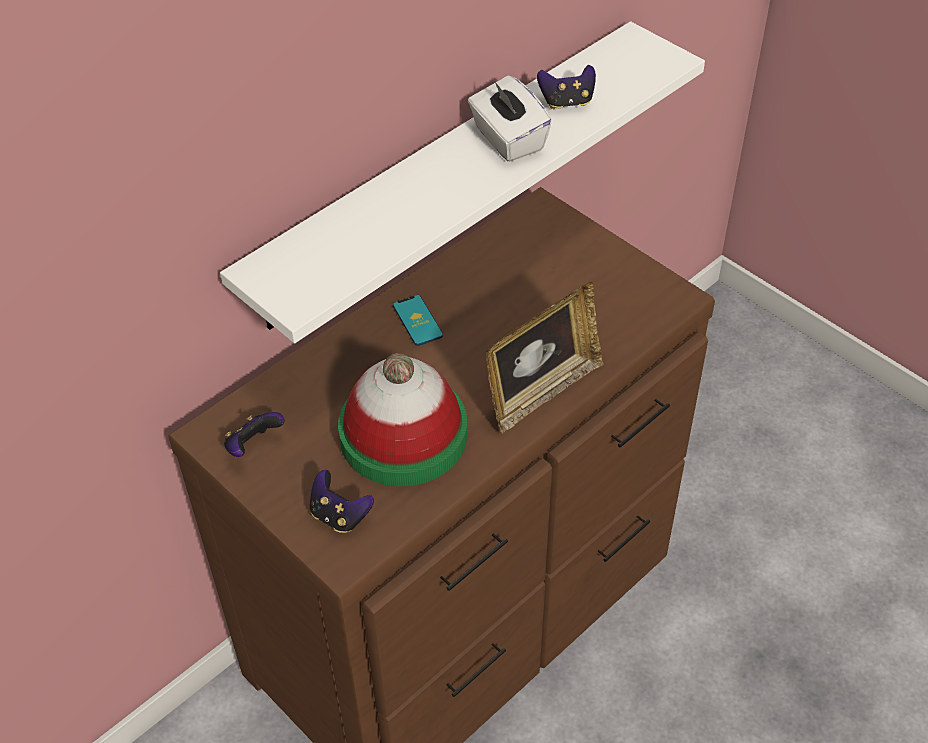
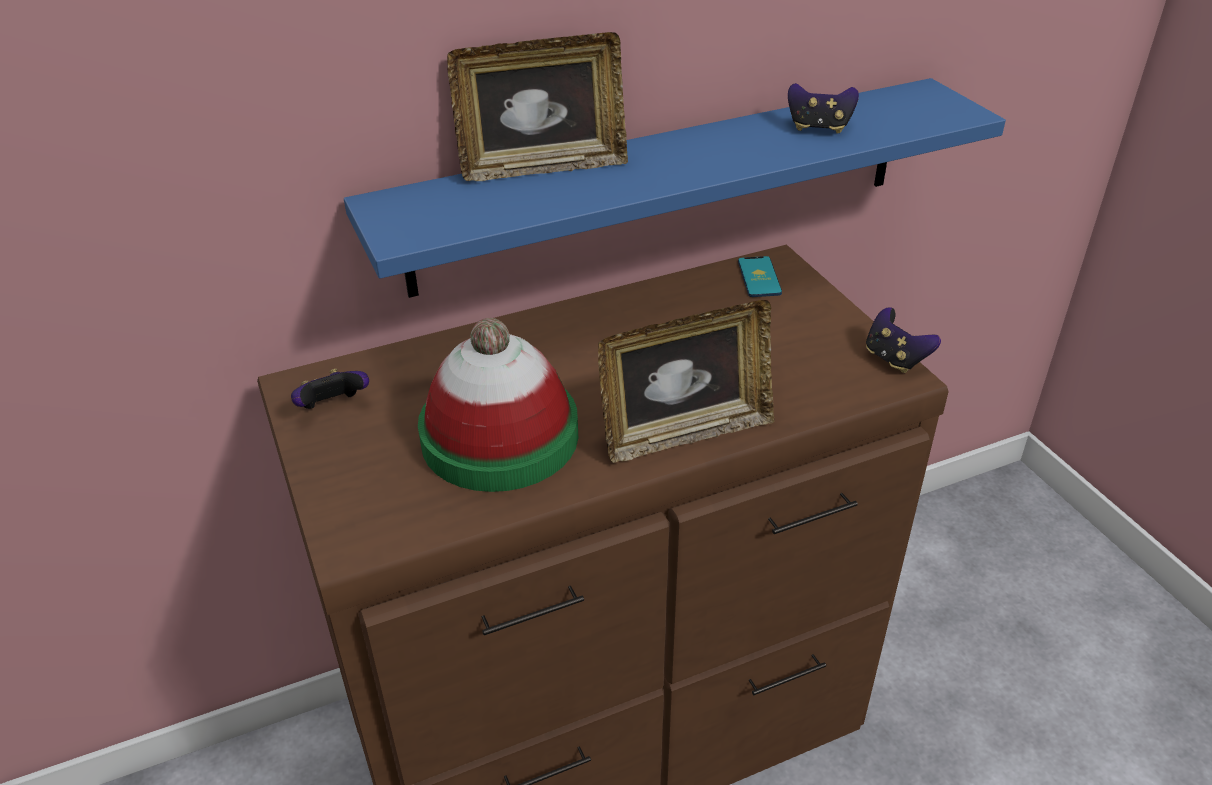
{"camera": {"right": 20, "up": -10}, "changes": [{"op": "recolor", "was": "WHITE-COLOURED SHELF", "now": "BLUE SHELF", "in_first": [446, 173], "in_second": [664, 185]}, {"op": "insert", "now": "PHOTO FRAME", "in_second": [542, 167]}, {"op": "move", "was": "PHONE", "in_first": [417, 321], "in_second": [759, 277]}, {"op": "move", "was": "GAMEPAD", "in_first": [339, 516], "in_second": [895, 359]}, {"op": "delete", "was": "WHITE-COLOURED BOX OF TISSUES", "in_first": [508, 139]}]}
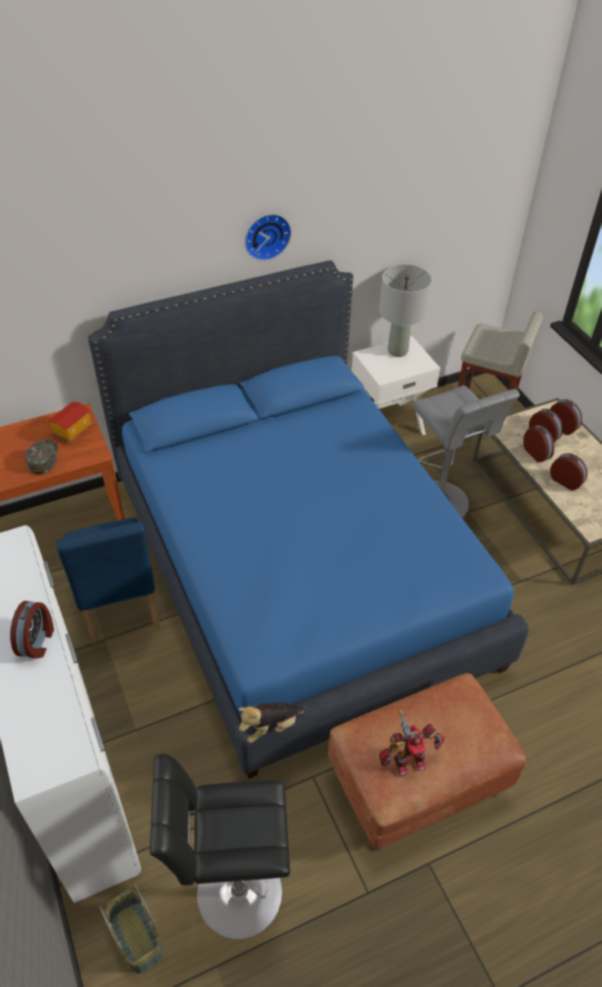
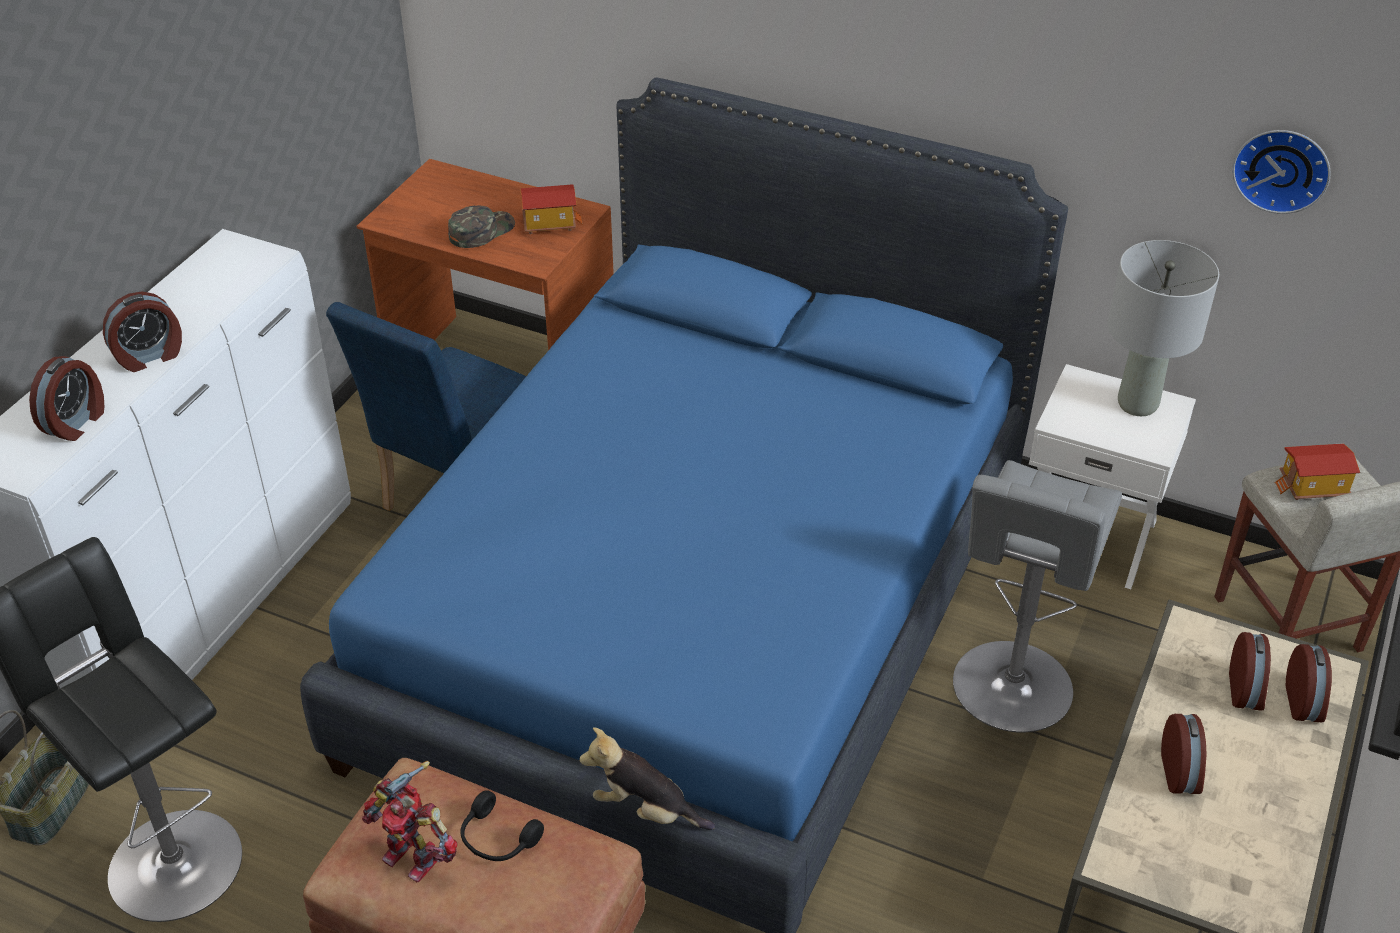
{"camera": {"right": 50, "up": -5}, "changes": [{"op": "move", "was": "TABLE CLOCK", "in_first": [536, 453], "in_second": [76, 422]}, {"op": "insert", "now": "BLACK HEADPHONES", "in_second": [497, 839]}, {"op": "move", "was": "CUDDLY TOY", "in_first": [271, 726], "in_second": [646, 809]}, {"op": "move", "was": "WALL CLOCK", "in_first": [266, 235], "in_second": [1282, 168]}, {"op": "insert", "now": "MINIATURE HOUSE", "in_second": [1313, 488]}]}
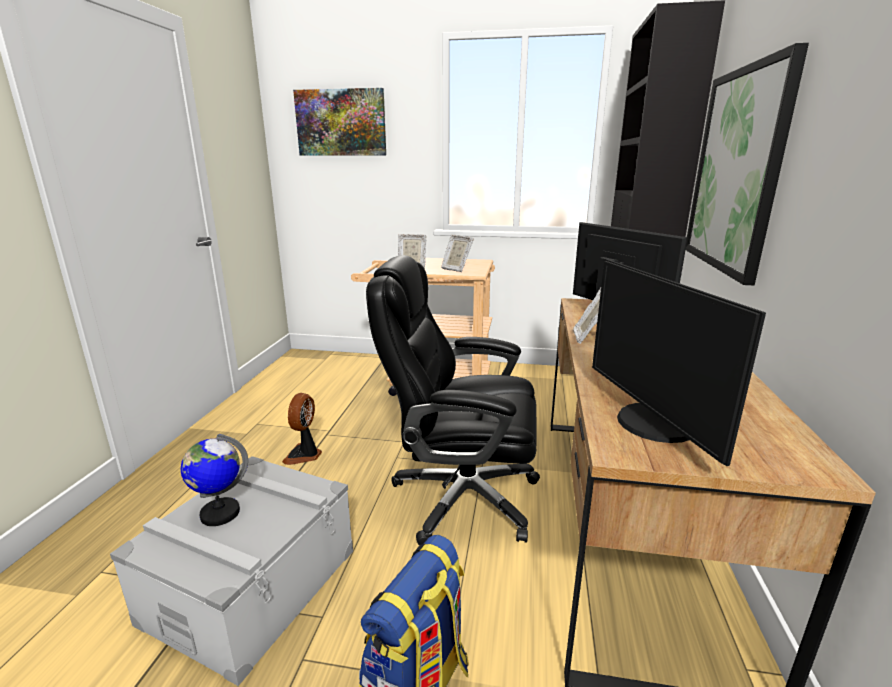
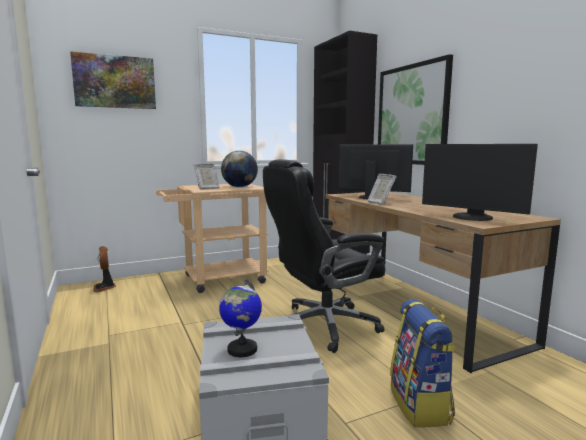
{"camera": {"right": -35, "up": -10}, "changes": [{"op": "move", "was": "FAN", "in_first": [304, 455], "in_second": [104, 287]}, {"op": "replace", "was": "PHOTO FRAME", "now": "WORLD GLOBE", "in_first": [456, 269], "in_second": [240, 187]}]}
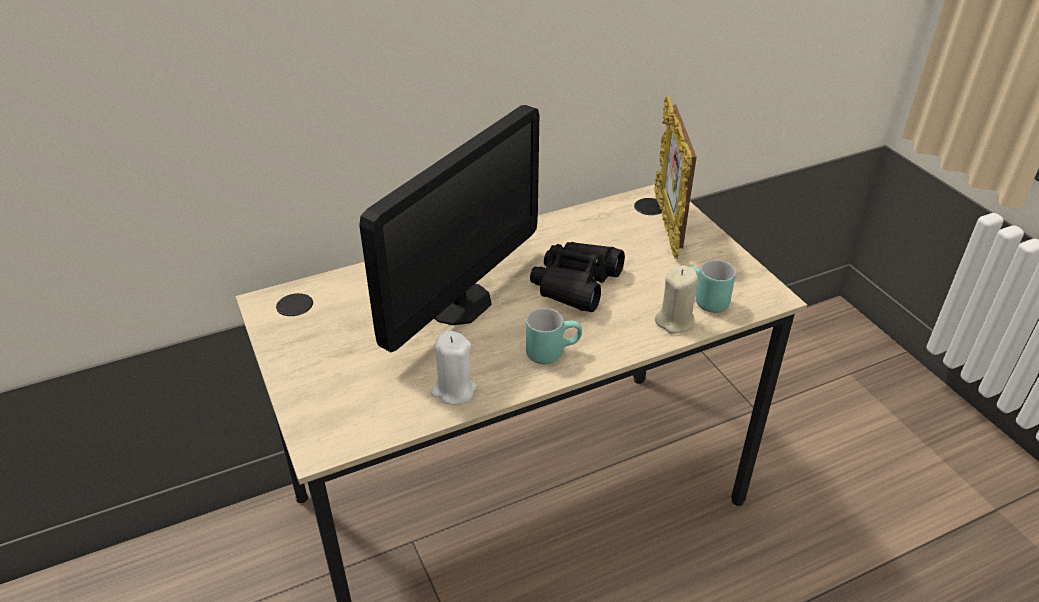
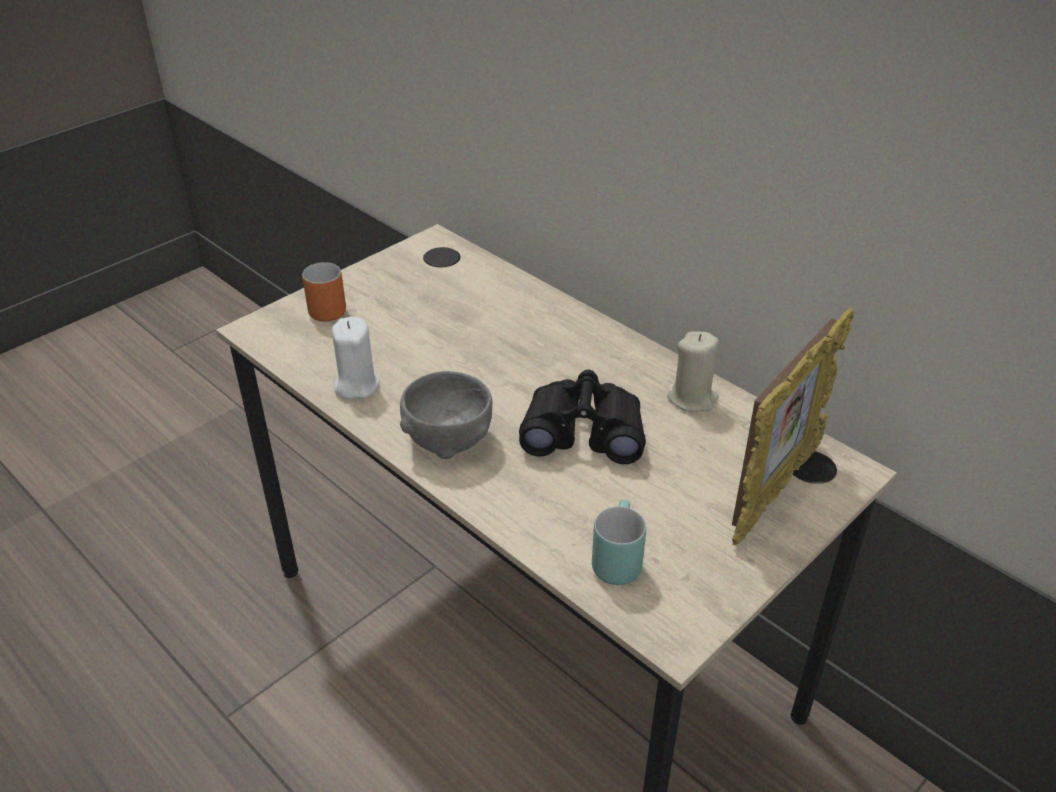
{"camera": {"right": 70, "up": 0}, "changes": [{"op": "insert", "now": "ORANGEY TEA MUG", "in_second": [324, 308]}, {"op": "replace", "was": "TURQUOISE-COLOURED TEA MUG", "now": "GRAY DEEP DISH", "in_first": [552, 351], "in_second": [448, 439]}, {"op": "move", "was": "BEIGE WAX LIGHT", "in_first": [675, 321], "in_second": [692, 398]}, {"op": "rotate", "was": "PHOTO FRAME", "in_first": [667, 225], "in_second": [774, 492], "clockwise": 150}, {"op": "delete", "was": "COMPUTER SCREEN", "in_first": [459, 303]}]}
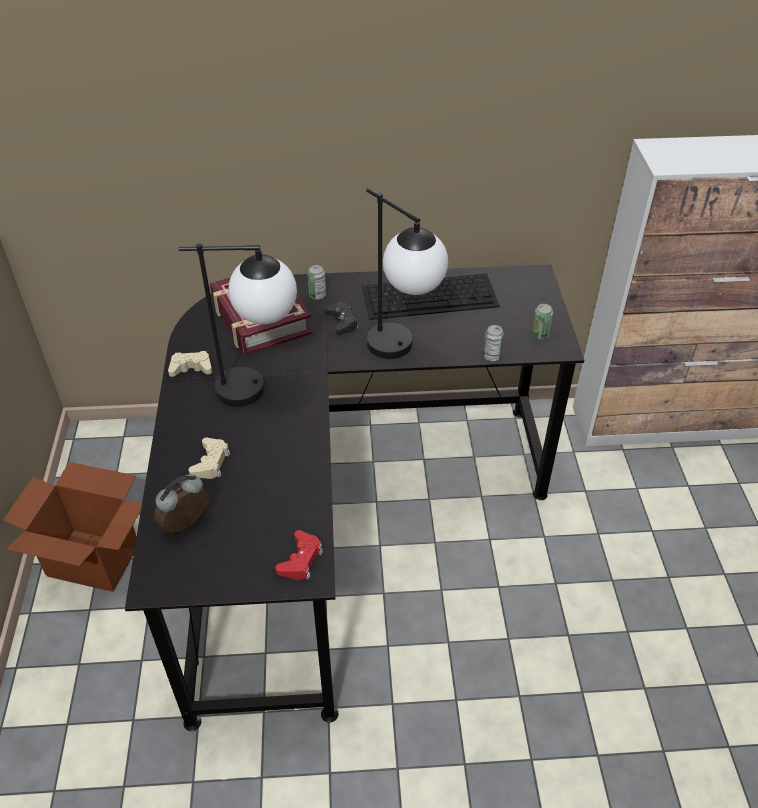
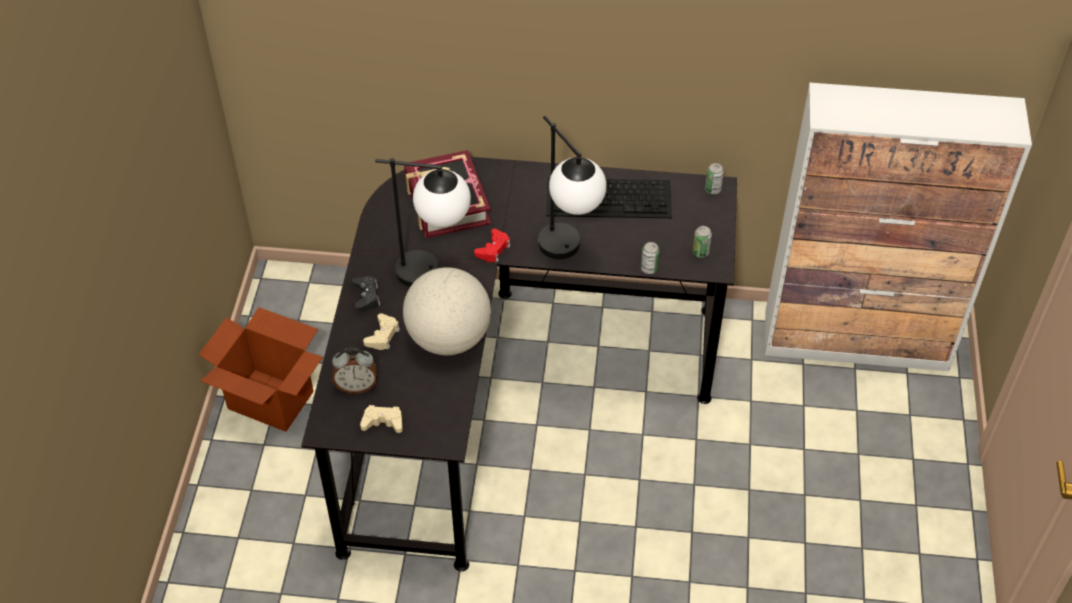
{"camera": {"right": 10, "up": 5}, "changes": [{"op": "rotate", "was": "TABLE CLOCK", "in_first": [187, 525], "in_second": [356, 386], "clockwise": -150}, {"op": "move", "was": "BLACK GAMEPAD", "in_first": [342, 322], "in_second": [366, 296]}, {"op": "move", "was": "BEIGE GAMEPAD", "in_first": [191, 368], "in_second": [383, 422]}, {"op": "insert", "now": "WORLD GLOBE", "in_second": [449, 339]}, {"op": "move", "was": "REDDISH GAMEPAD", "in_first": [301, 560], "in_second": [493, 249]}, {"op": "move", "was": "METAL CAN", "in_first": [317, 295], "in_second": [713, 189]}]}
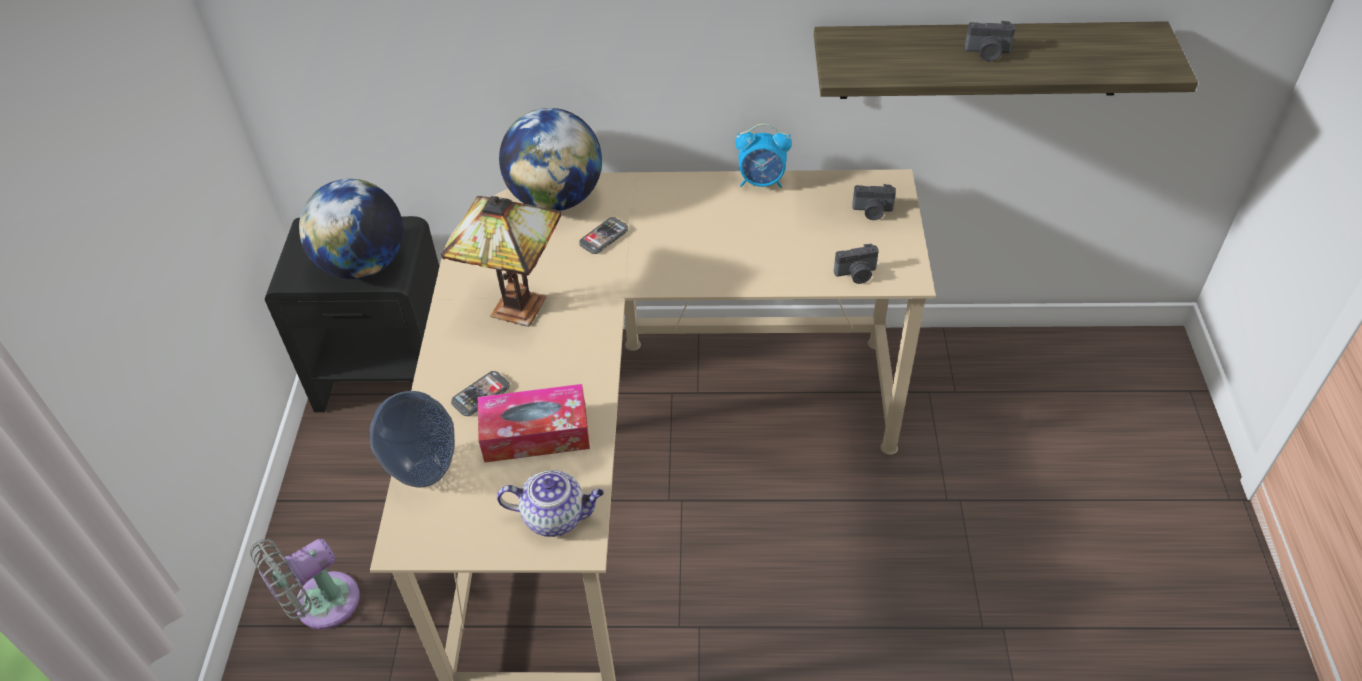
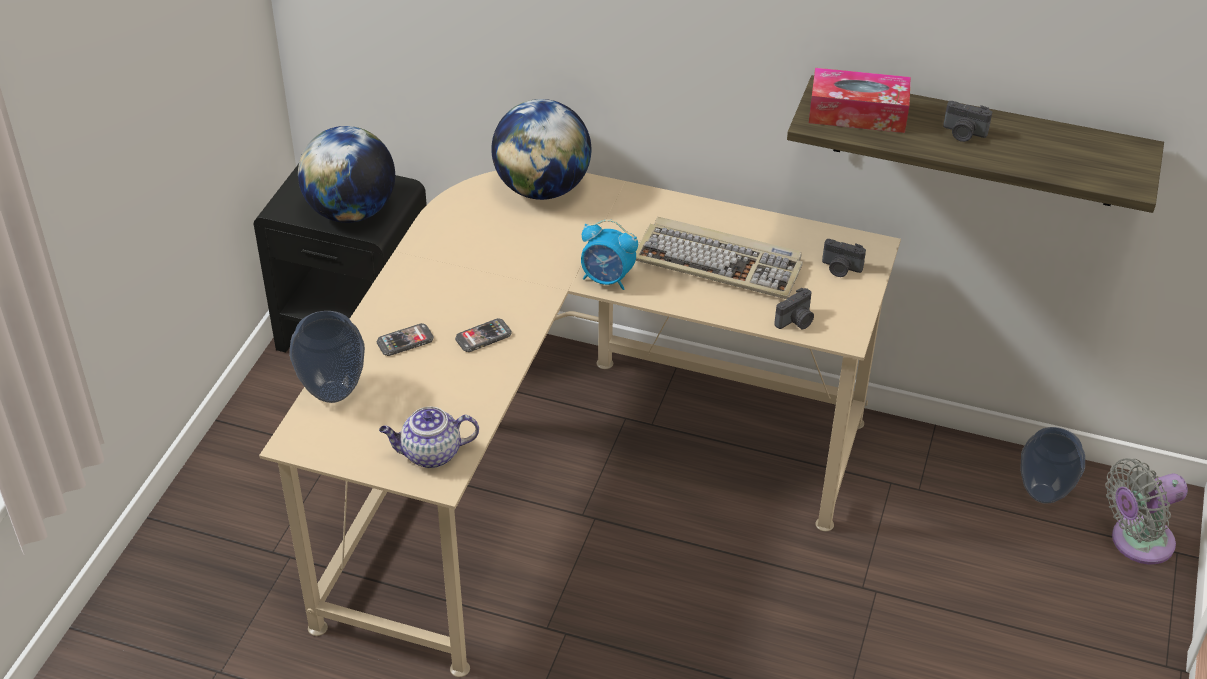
{"camera": {"right": 15, "up": -5}, "changes": [{"op": "rotate", "was": "TEA POT", "in_first": [556, 516], "in_second": [430, 454], "clockwise": 150}, {"op": "move", "was": "PHONE", "in_first": [604, 237], "in_second": [483, 337]}, {"op": "move", "was": "TABLE CLOCK", "in_first": [762, 182], "in_second": [607, 279]}, {"op": "insert", "now": "COMPUTER KEYBOARD", "in_second": [719, 262]}, {"op": "rotate", "was": "PHOTO CAMERA", "in_first": [856, 274], "in_second": [796, 321], "clockwise": -45}, {"op": "move", "was": "BOX OF TISSUES", "in_first": [535, 433], "in_second": [857, 113]}, {"op": "insert", "now": "FLOWER VASE", "in_second": [1043, 493]}, {"op": "move", "was": "GRAY FAN", "in_first": [320, 605], "in_second": [1136, 542]}, {"op": "delete", "was": "TABLETOP LAMP", "in_first": [513, 308]}]}
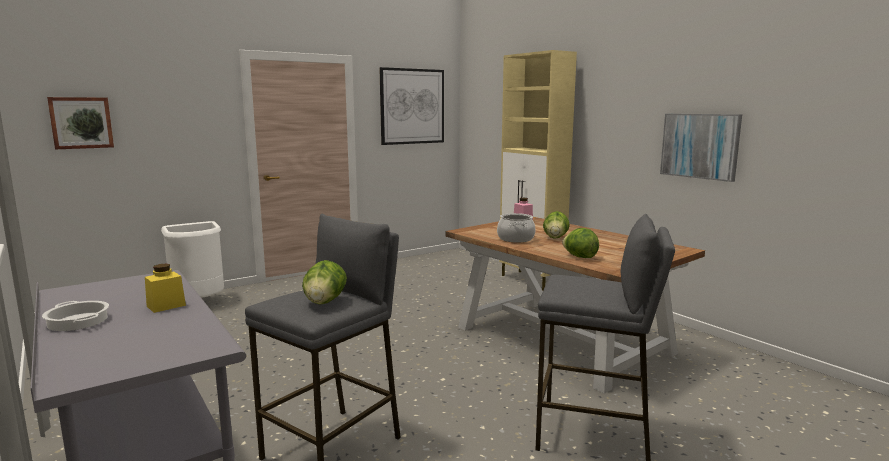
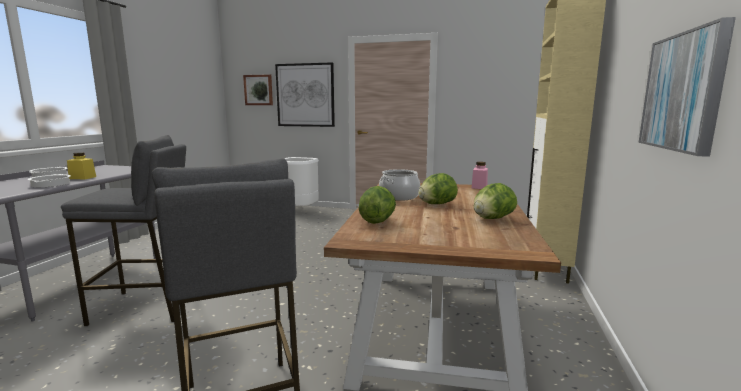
{"camera": {"right": 50, "up": 0}, "changes": [{"op": "insert", "now": "COOKING POT", "in_second": [50, 184]}, {"op": "move", "was": "PICTURE", "in_first": [412, 106], "in_second": [305, 95]}, {"op": "move", "was": "LETTUCE HEAD", "in_first": [325, 302], "in_second": [492, 218]}]}
